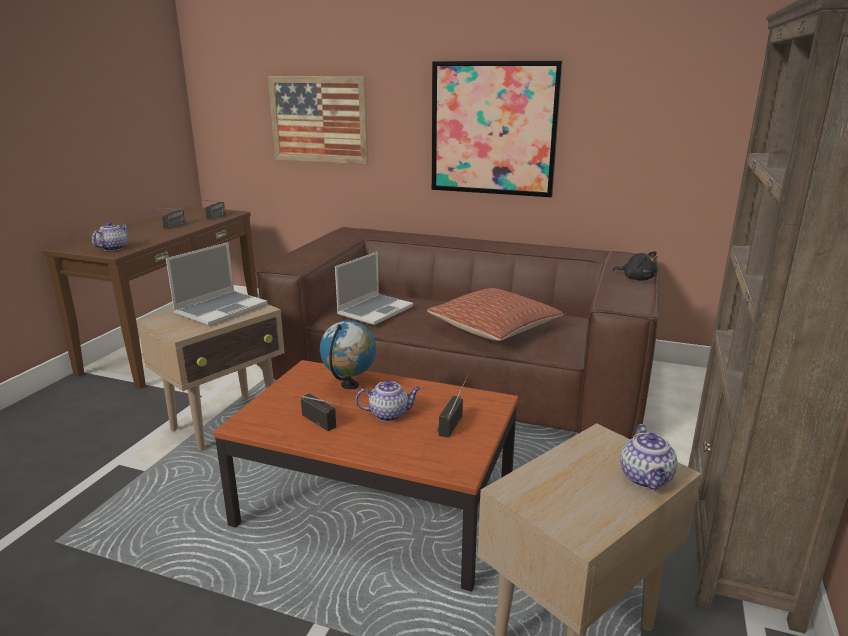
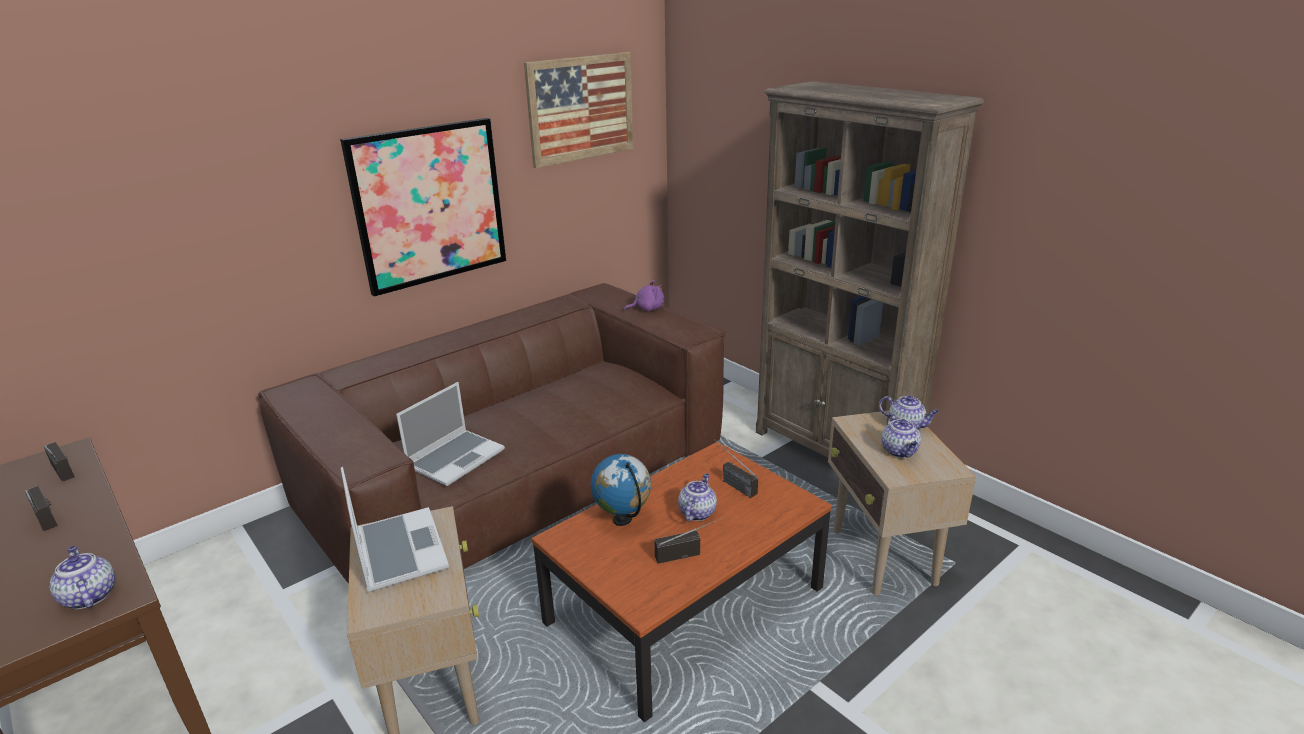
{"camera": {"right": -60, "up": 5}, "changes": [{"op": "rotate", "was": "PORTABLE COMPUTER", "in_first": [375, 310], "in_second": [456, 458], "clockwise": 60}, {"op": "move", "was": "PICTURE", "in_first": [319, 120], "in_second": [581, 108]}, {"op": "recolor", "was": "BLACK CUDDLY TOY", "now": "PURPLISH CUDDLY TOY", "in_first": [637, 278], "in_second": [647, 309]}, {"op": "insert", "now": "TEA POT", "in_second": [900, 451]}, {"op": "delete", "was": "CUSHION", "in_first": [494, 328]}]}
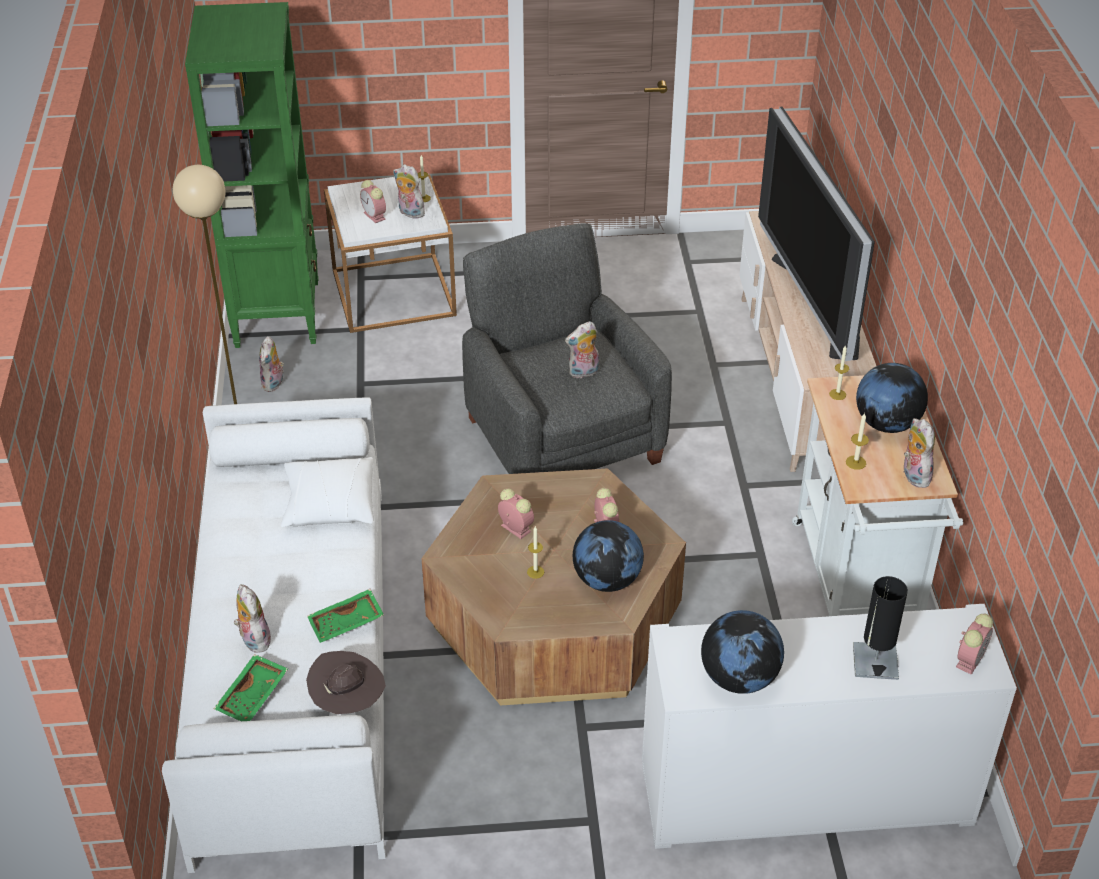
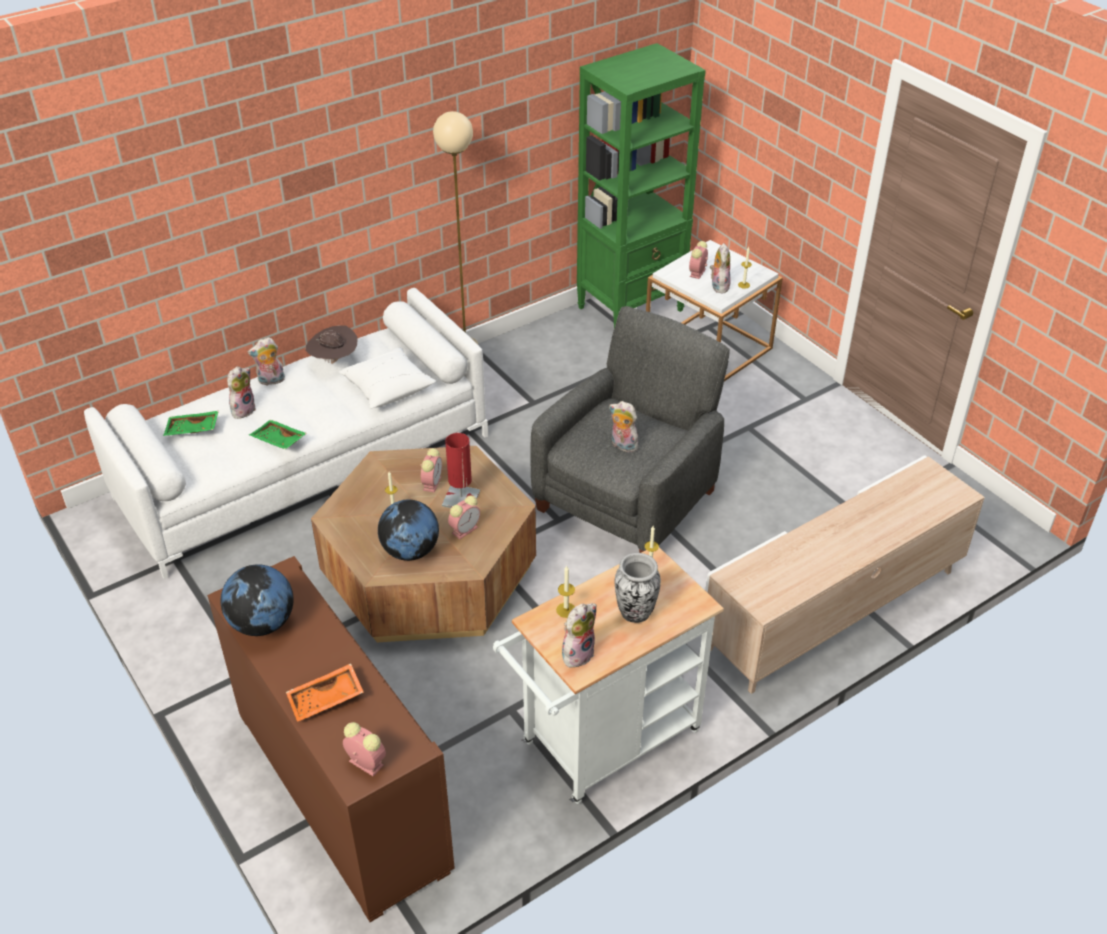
{"camera": {"right": 60, "up": 0}, "changes": [{"op": "recolor", "was": "WHITE-COLOURED CUPBOARD", "now": "BROWN CUPBOARD", "in_first": [805, 793], "in_second": [341, 789]}, {"op": "move", "was": "CUDDLY TOY", "in_first": [274, 384], "in_second": [271, 381]}, {"op": "replace", "was": "BLACK TABLETOP LAMP", "now": "ORANGEY SERVING TRAY", "in_first": [875, 661], "in_second": [326, 700]}, {"op": "move", "was": "BROWN CLOTHING HAT", "in_first": [348, 703], "in_second": [334, 361]}, {"op": "rotate", "was": "TABLE CLOCK", "in_first": [970, 659], "in_second": [364, 762], "clockwise": -150}, {"op": "insert", "now": "REDDISH TABLETOP LAMP", "in_second": [461, 498]}, {"op": "replace", "was": "WORLD GLOBE", "now": "FLOWER VASE", "in_first": [886, 424], "in_second": [635, 614]}, {"op": "delete", "was": "TV SET", "in_first": [815, 304]}]}
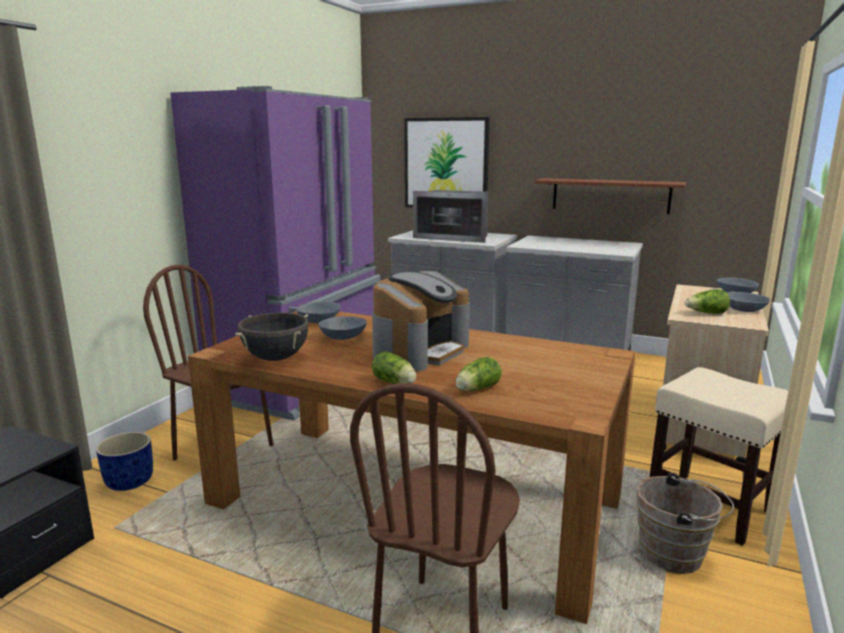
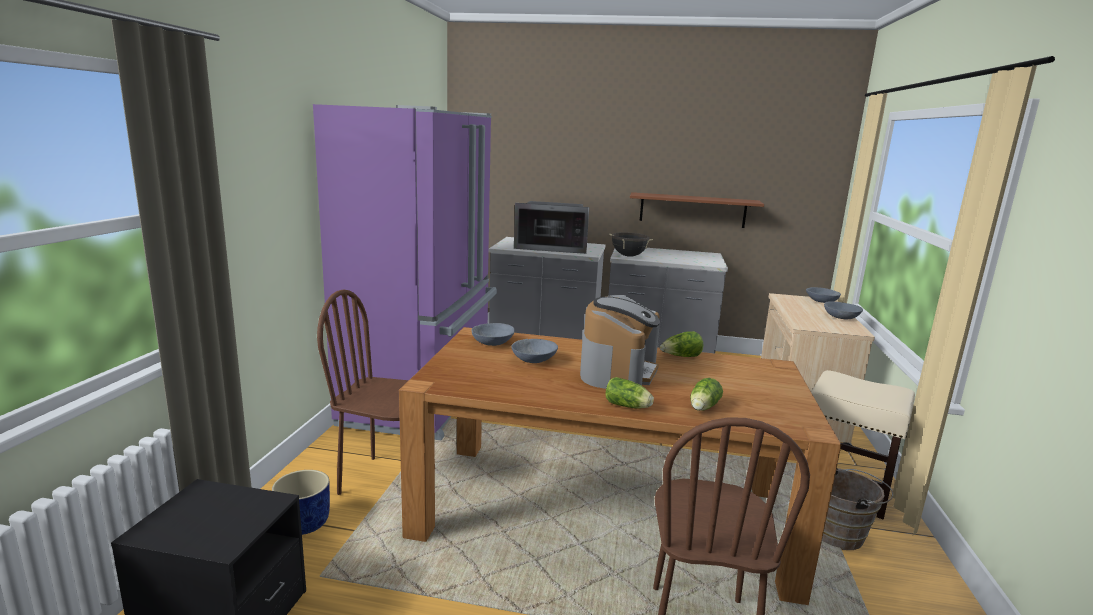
{"camera": {"right": -15, "up": 0}, "changes": [{"op": "move", "was": "BLACK COOKING POT", "in_first": [276, 358], "in_second": [629, 256]}, {"op": "move", "was": "LETTUCE HEAD", "in_first": [706, 313], "in_second": [681, 357]}, {"op": "delete", "was": "PICTURE", "in_first": [446, 164]}]}
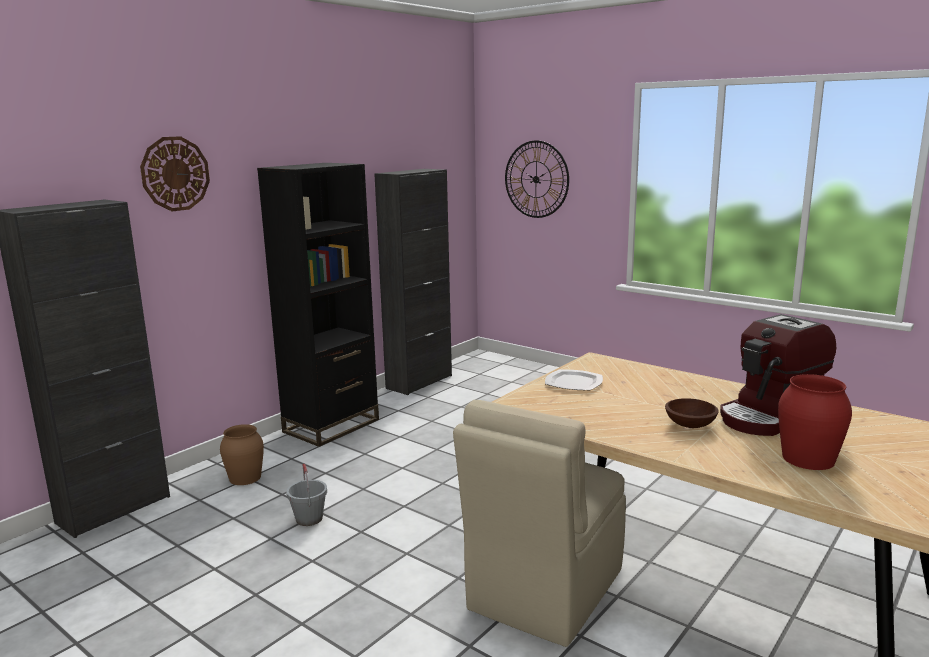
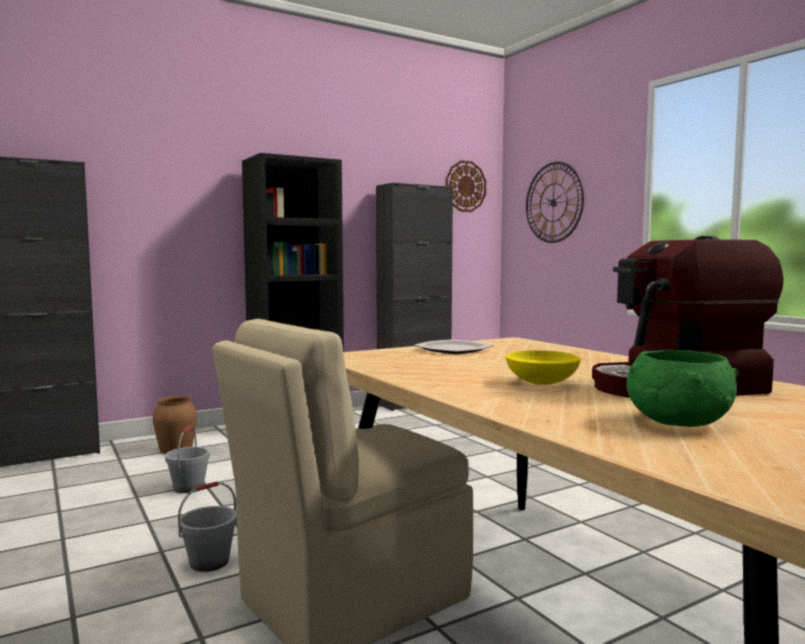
{"camera": {"right": 20, "up": -10}, "changes": [{"op": "insert", "now": "GRAY BUCKET", "in_second": [209, 562]}, {"op": "move", "was": "WALL CLOCK", "in_first": [175, 174], "in_second": [465, 186]}, {"op": "recolor", "was": "BROWN DEEP DISH", "now": "YELLOWISH DEEP DISH", "in_first": [689, 424], "in_second": [541, 382]}, {"op": "replace", "was": "REDDISH FLOWER VASE", "now": "GREEN DEEP DISH", "in_first": [808, 459], "in_second": [677, 422]}]}
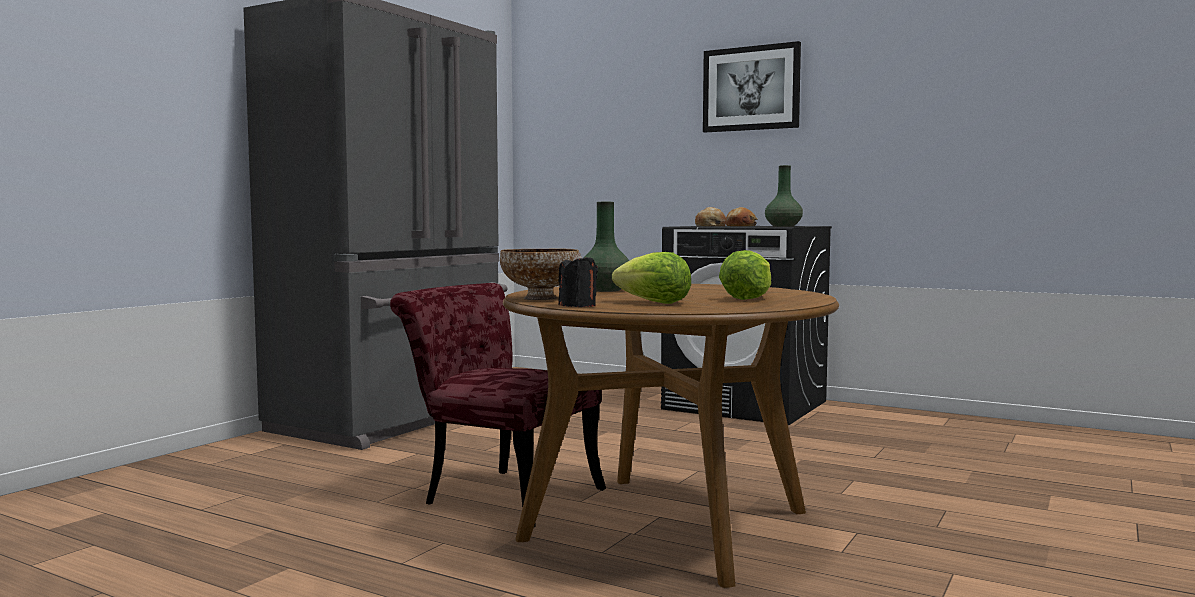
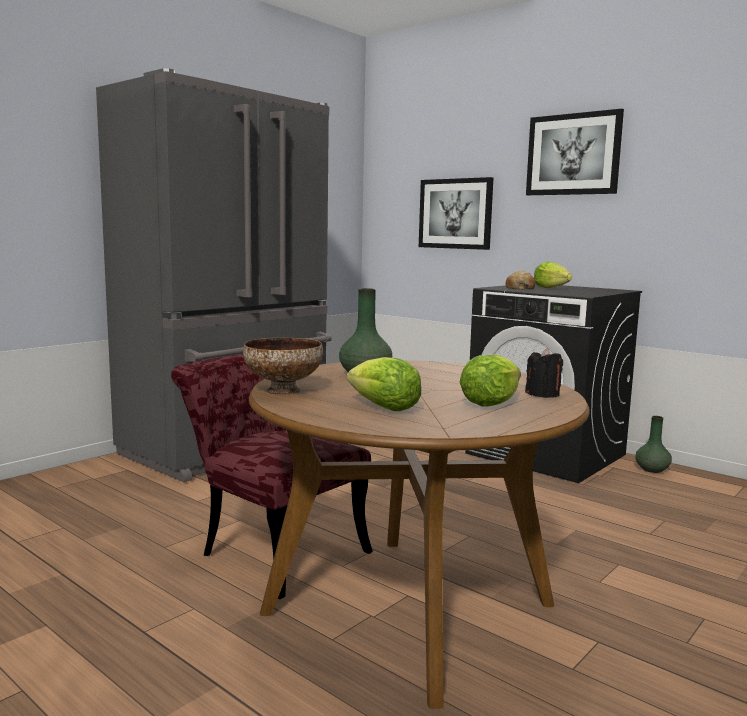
{"camera": {"right": 10, "up": 5}, "changes": [{"op": "insert", "now": "PICTURE", "in_second": [455, 213]}, {"op": "move", "was": "BLACK WAX LIGHT", "in_first": [578, 306], "in_second": [543, 394]}, {"op": "replace", "was": "BAKERY BREAD", "now": "LETTUCE HEAD", "in_first": [741, 226], "in_second": [551, 288]}, {"op": "move", "was": "GREEN FLOWER VASE", "in_first": [784, 226], "in_second": [652, 469]}]}
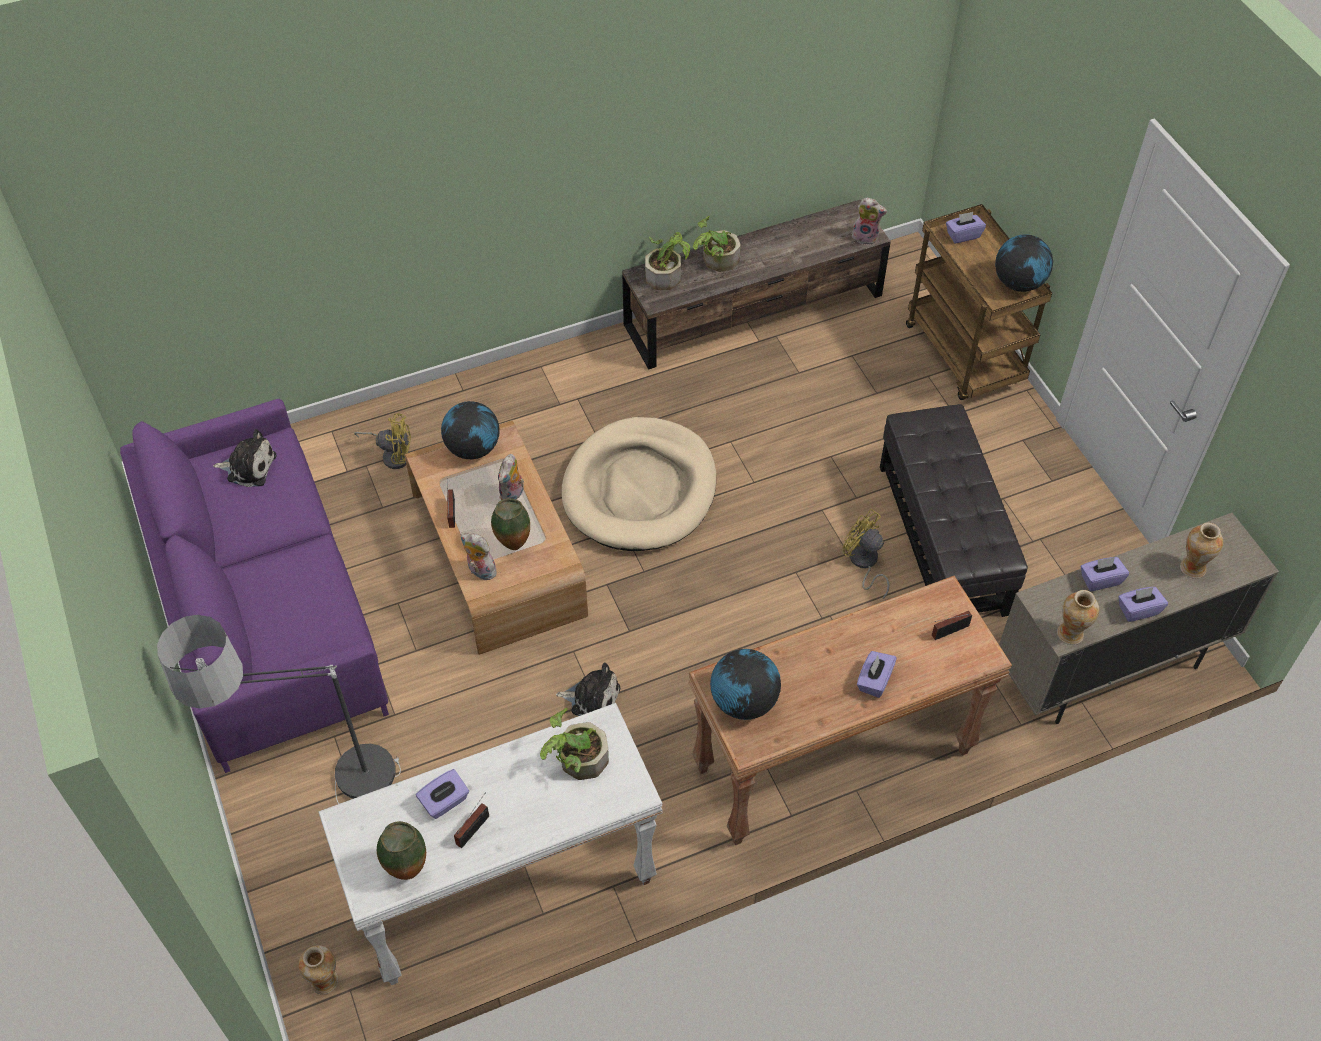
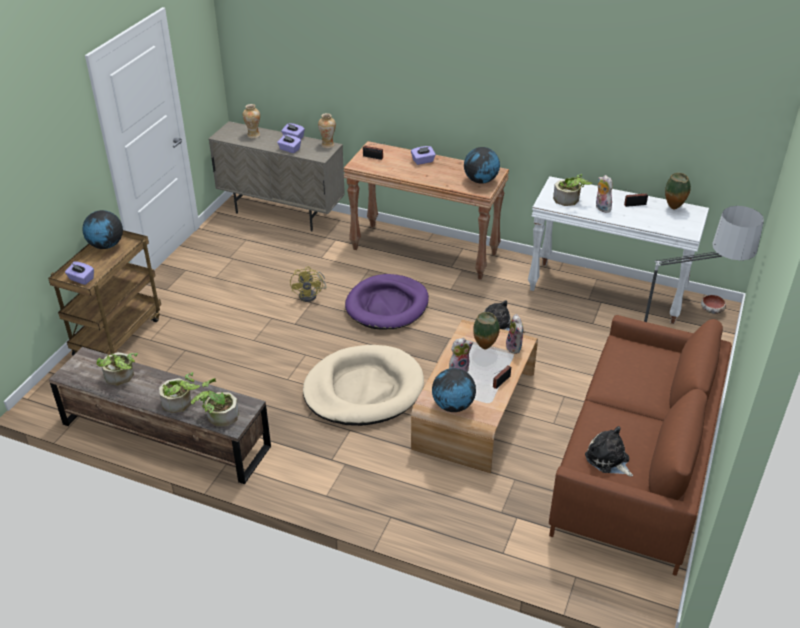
{"camera": {"right": -135, "up": -15}, "changes": [{"op": "insert", "now": "POTTED PLANT", "in_second": [121, 378]}, {"op": "insert", "now": "PURPLISH DOG CUSHION", "in_second": [387, 305]}, {"op": "recolor", "was": "PURPLISH COUCH", "now": "BROWN COUCH", "in_first": [266, 614], "in_second": [636, 467]}, {"op": "move", "was": "CUDDLY TOY", "in_first": [866, 237], "in_second": [601, 208]}, {"op": "replace", "was": "FLOWER VASE", "now": "DEEP DISH", "in_first": [325, 981], "in_second": [711, 311]}, {"op": "delete", "was": "YELLOWISH FAN", "in_first": [393, 455]}, {"op": "delete", "was": "PURPLISH BOX OF TISSUES", "in_first": [445, 802]}, {"op": "delete", "was": "BLACK OTTOMAN", "in_first": [943, 538]}]}
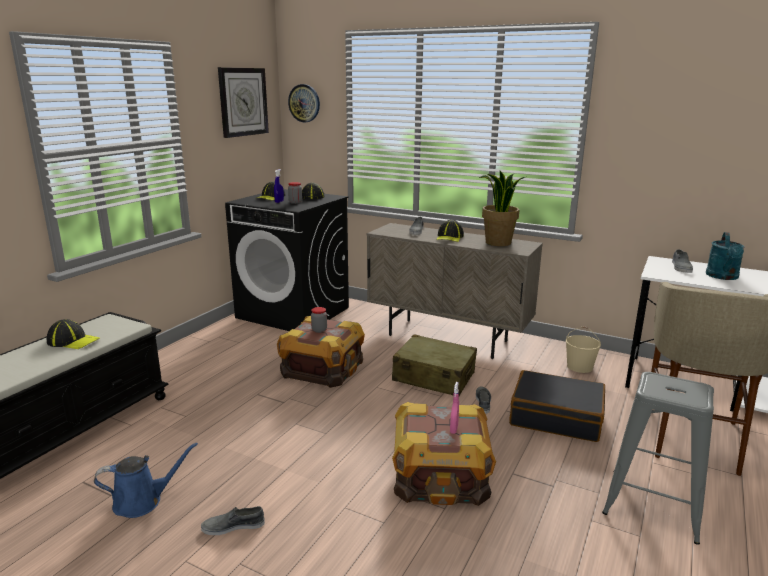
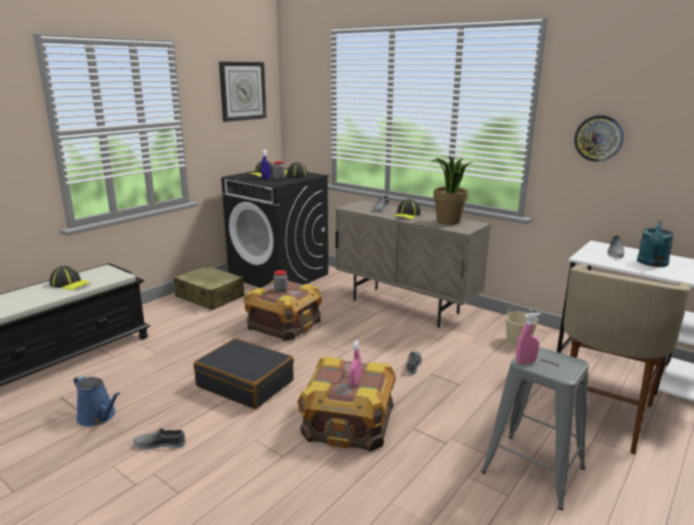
{"camera": {"right": 10, "up": 0}, "changes": [{"op": "rotate", "was": "BLUE SPRINKLING CAN", "in_first": [142, 501], "in_second": [98, 416], "clockwise": 45}, {"op": "move", "was": "BEIGE TRAVEL CASE", "in_first": [434, 377], "in_second": [210, 297]}, {"op": "move", "was": "BLACK TRAVEL CASE", "in_first": [556, 417], "in_second": [246, 383]}, {"op": "insert", "now": "PINKISH SPRAY BOTTLE", "in_second": [525, 362]}, {"op": "move", "was": "WALL CLOCK", "in_first": [304, 103], "in_second": [598, 138]}]}
